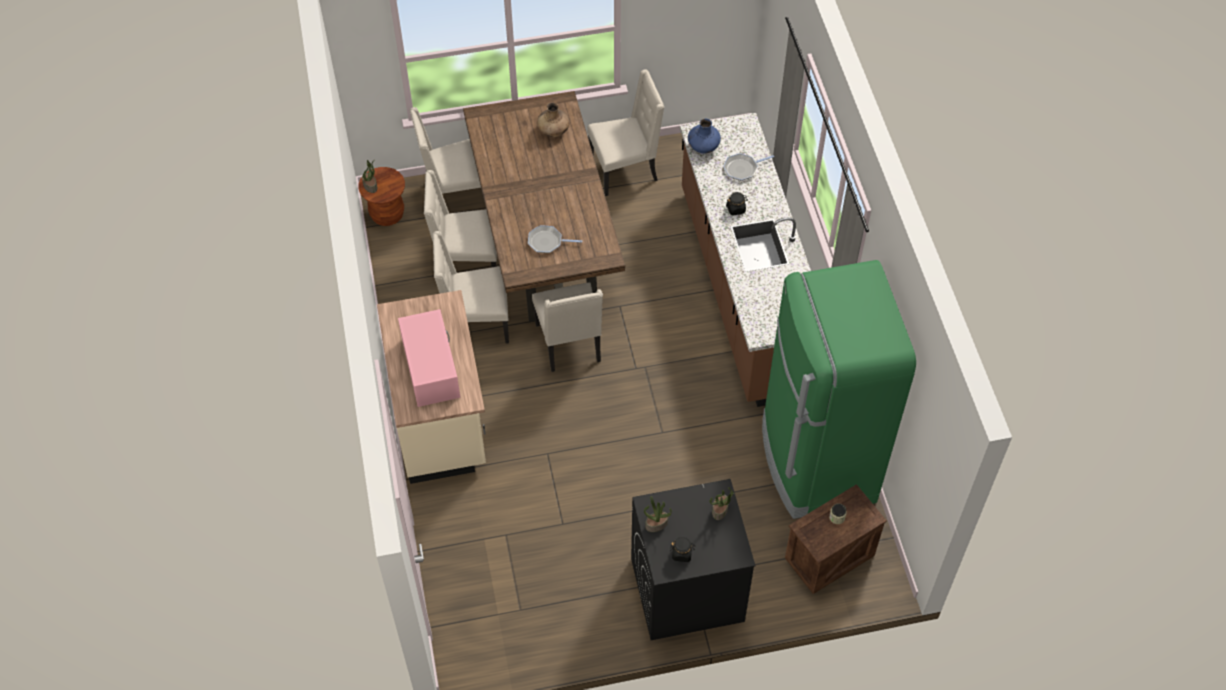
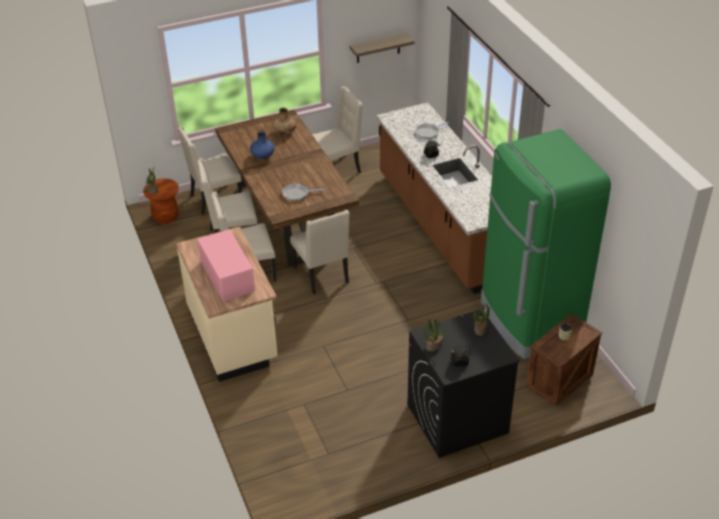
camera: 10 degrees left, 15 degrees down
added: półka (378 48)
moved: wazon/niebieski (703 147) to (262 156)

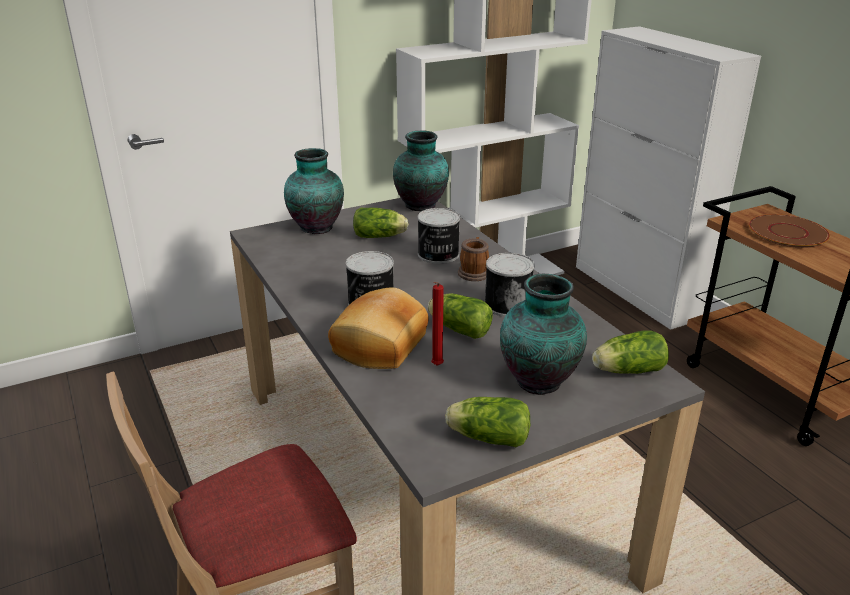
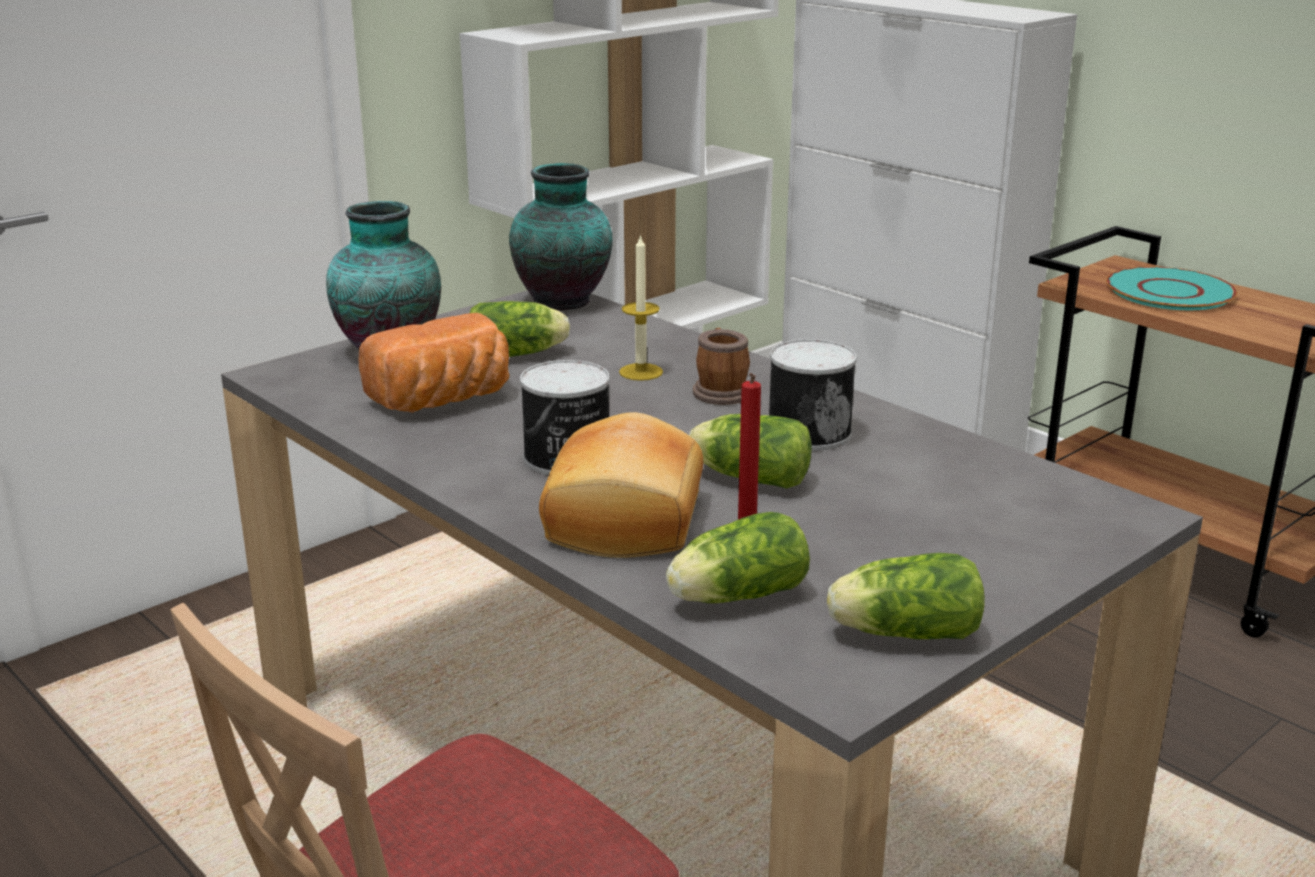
camera: 15 degrees left, 5 degrees down
removed: wazon (540 380)
added: chleb (444 401)
moved: sałata (626 370) to (734 597)
replaced: puszka (438 255) to świeca (641 372)
recoloured: talerz/brązowy (787 232) to talerz/turkusowy (1168 291)

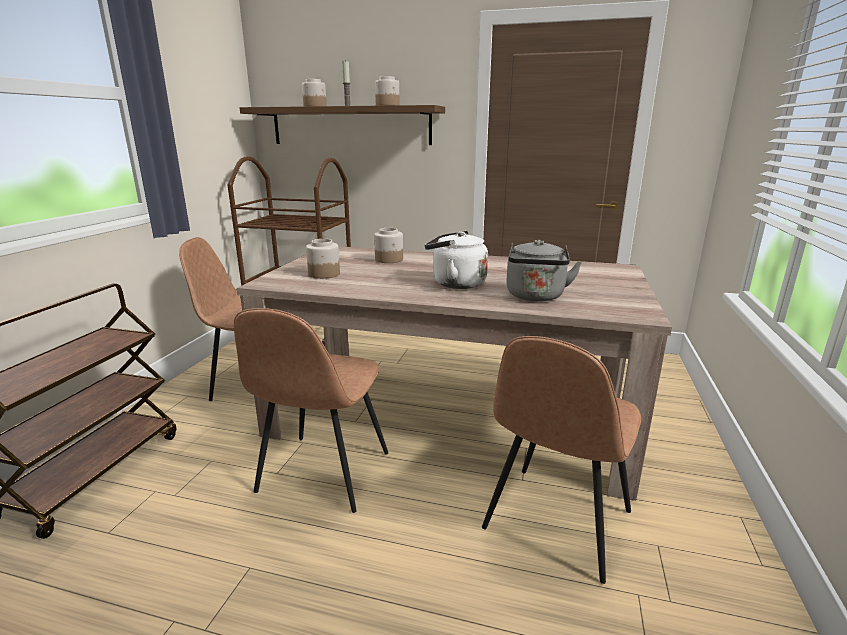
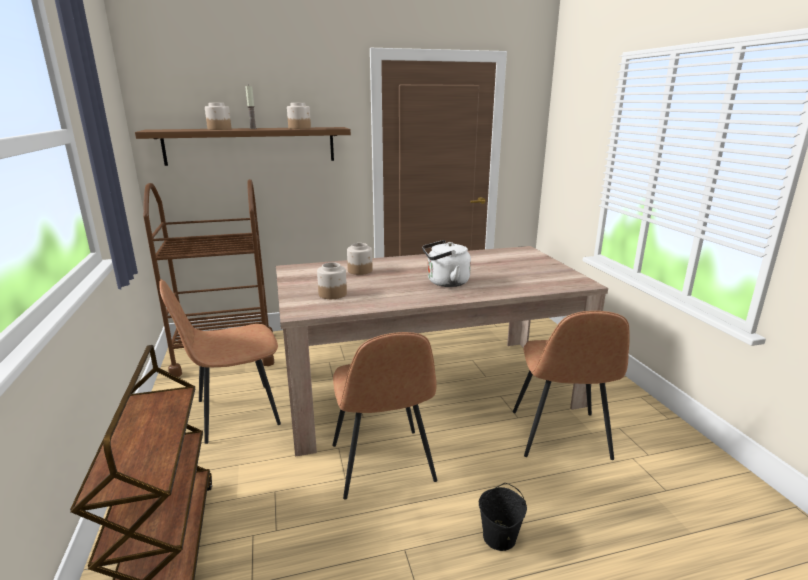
camera: 30 degrees left, 0 degrees up
removed: czajnik/szary (535 297)
added: wiadro/czarny (499 537)

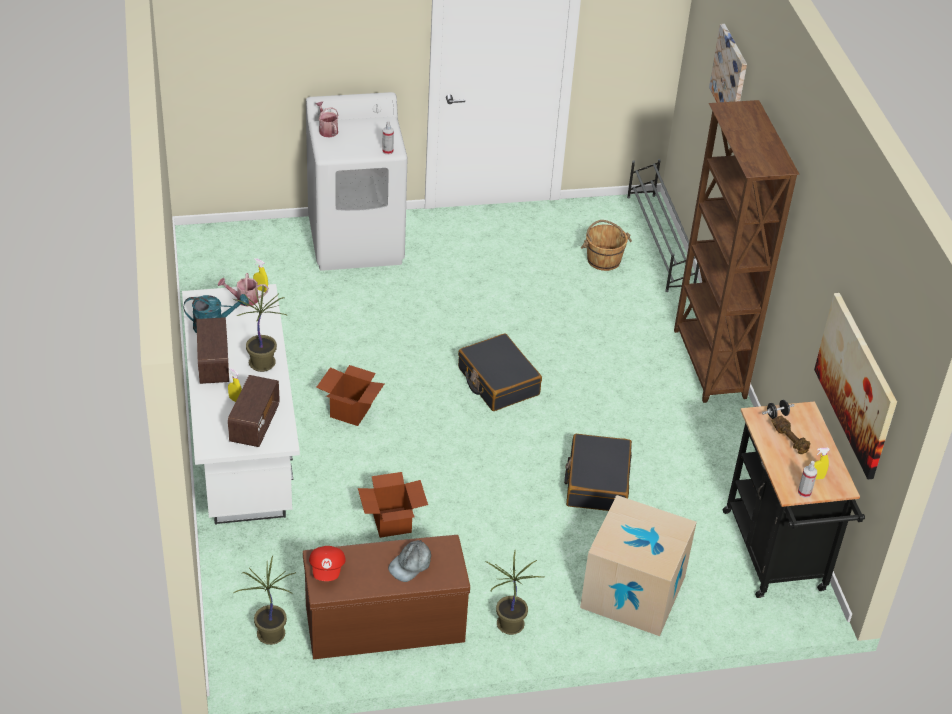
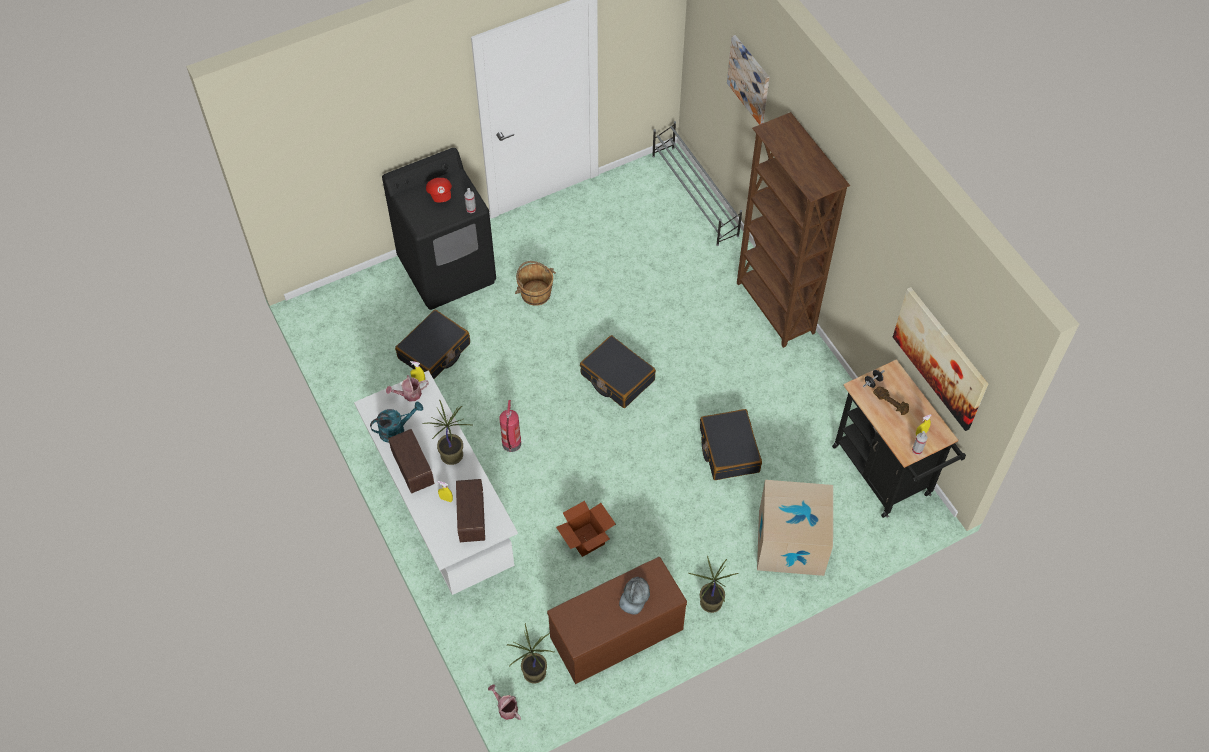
camera: 15 degrees left, 15 degrees up
added: walizka/czarny (434 351)
moved: czapka z daszkiem/czerwony (327 569) to (440 194); konewka (327 130) to (506 708); wiadro/brązowy (603 259) to (535 293)
replaced: karton (350 411) to gaśnica (512 444)
recoloured: pralka/biały (356 241) to pralka/czarny (447 270)

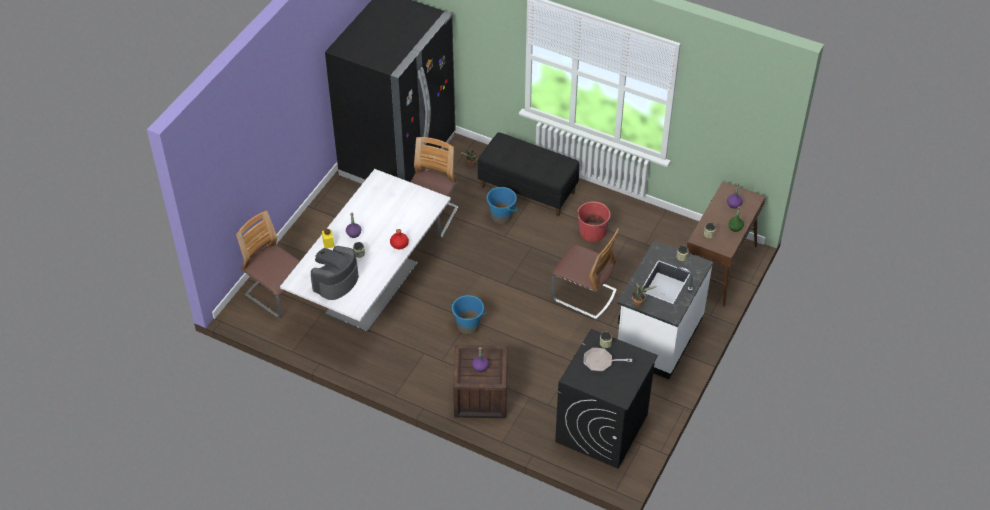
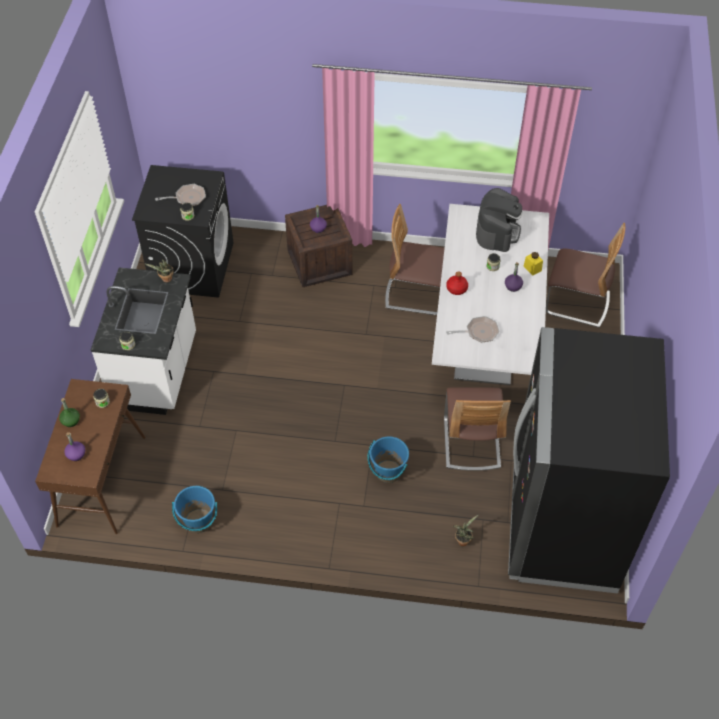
camera: 160 degrees right, 5 degrees up
removed: ławka/czarny (528 189); wiadro/czerwony (593 232)
added: patelnia (479 332)
moved: wiadro/niebieski (468 326) to (198 521); krzesło (584 295) to (416 294)

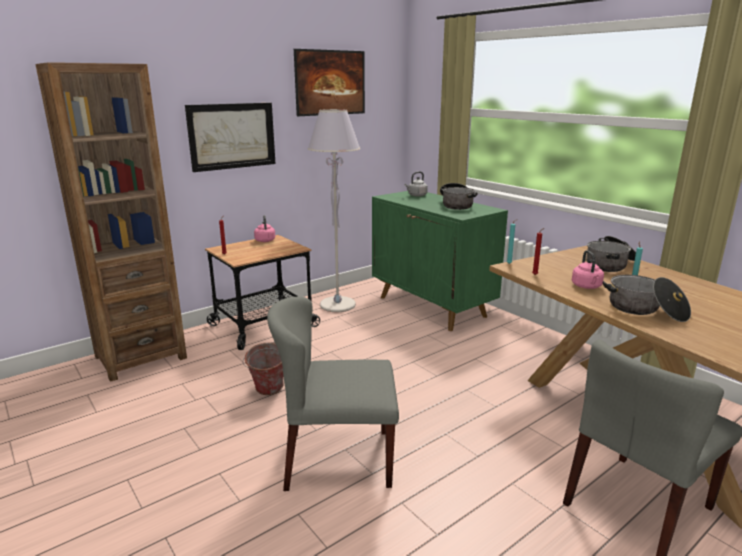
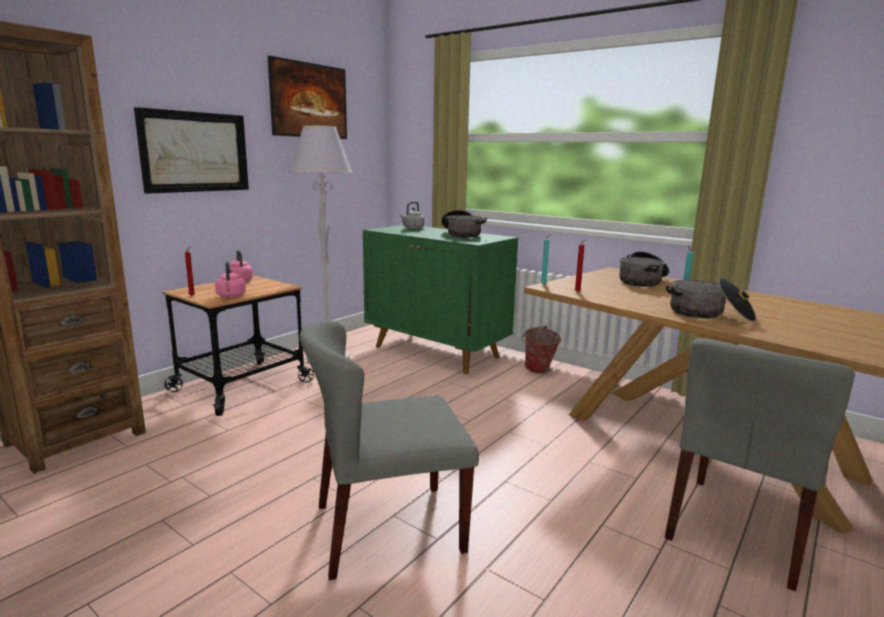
camera: 15 degrees left, 5 degrees down
moved: czajnik/różowy (587 287) to (231 296); wiadro (267 392) to (538 371)

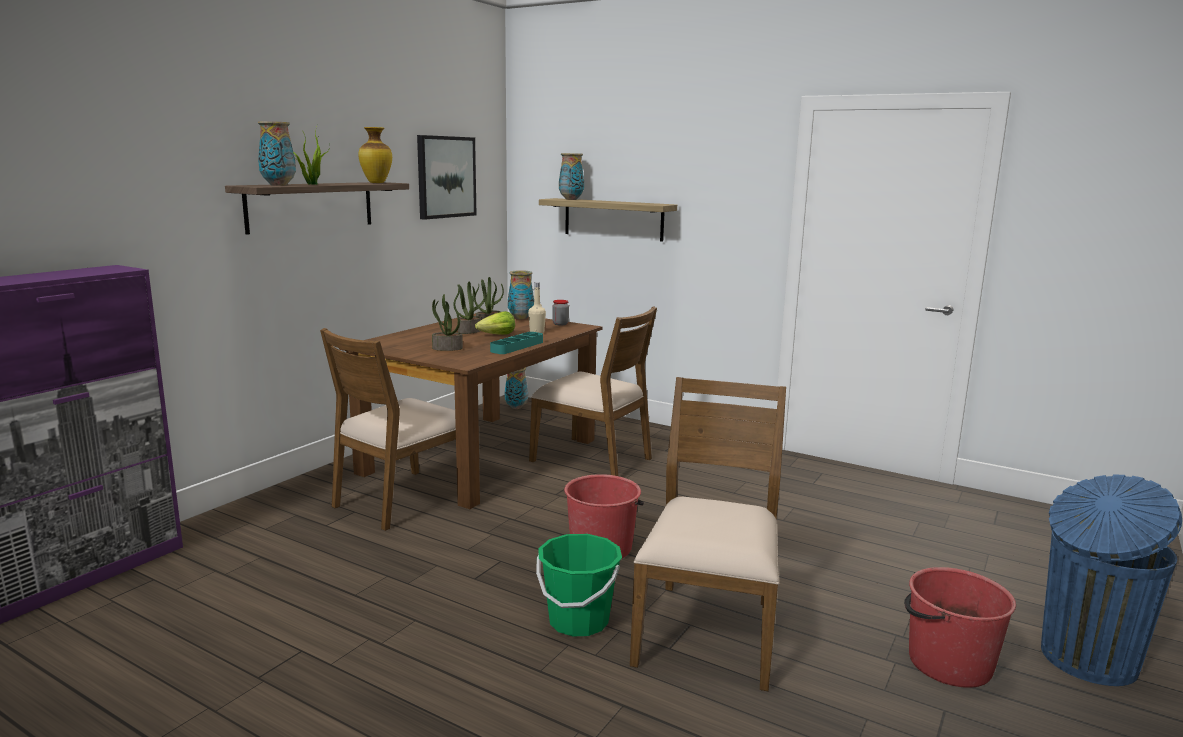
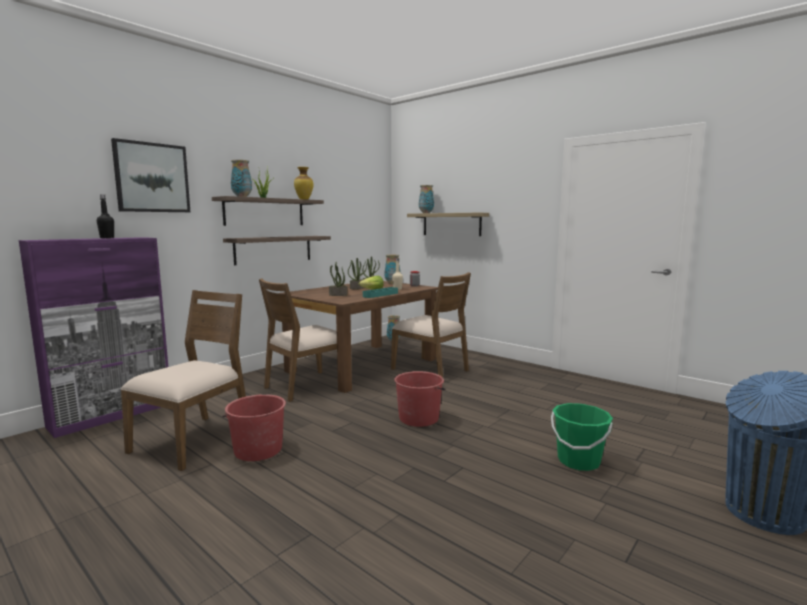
camera: 10 degrees right, 5 degrees down
added: butelka/czarny (107 238); półka (273 249)
moved: obraz (445 177) to (152 178); krzesło/brązowy (708 631) to (194 440); wiadro/czerwony (948 663) to (258 450); wiadro/zielony (578 621) to (578 461)

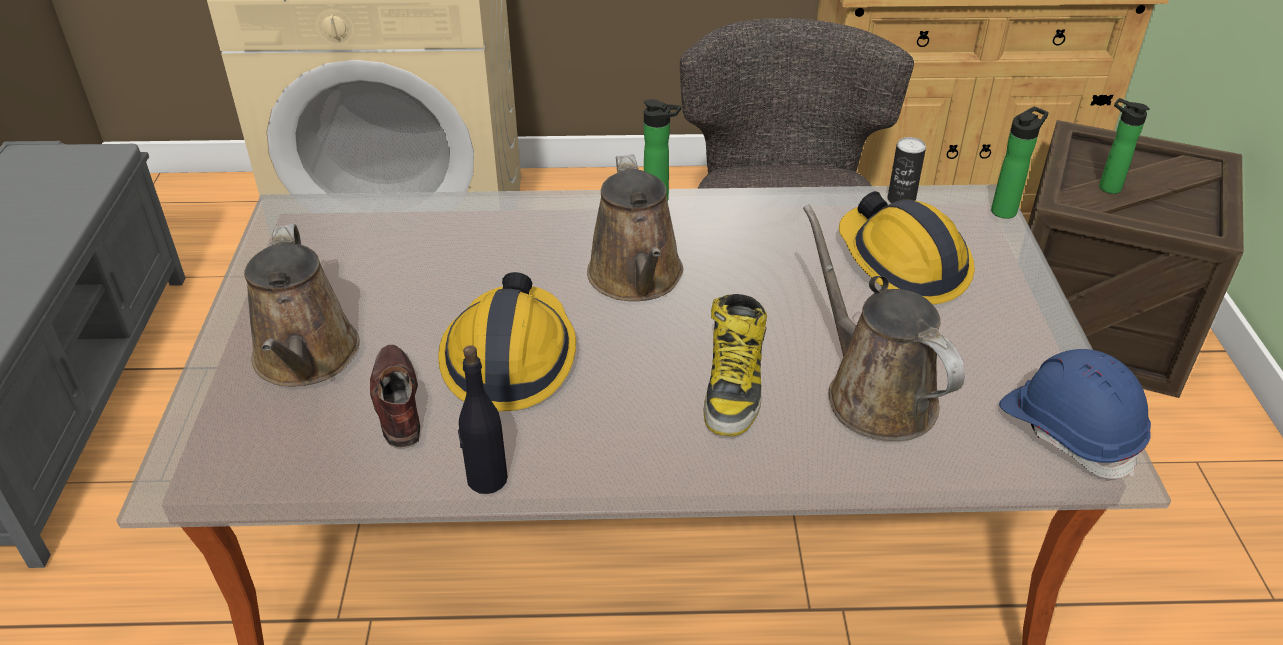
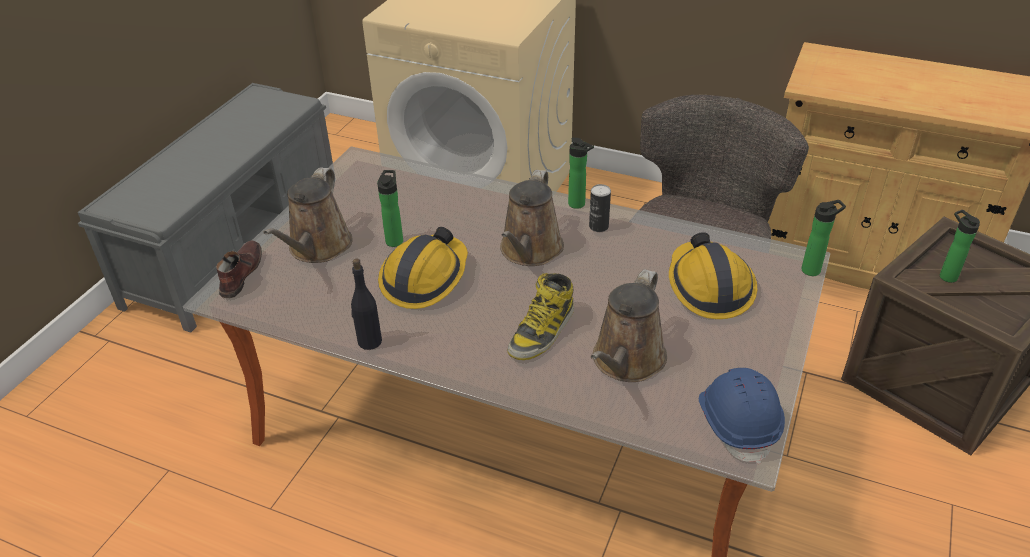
camera: 25 degrees right, 0 degrees up
added: butelka (395 240)
moved: but/brązowy (396 403) to (240 274); puszka (901 199) to (598 226)
turned: konewka/brązowy (874 393) = (626 361) 150 degrees counterclockwise

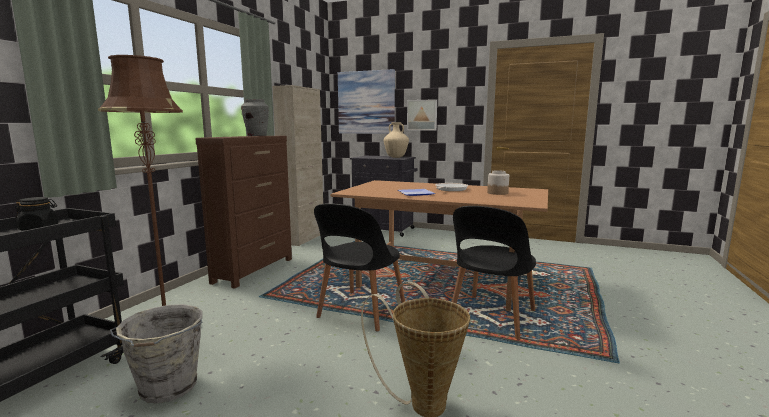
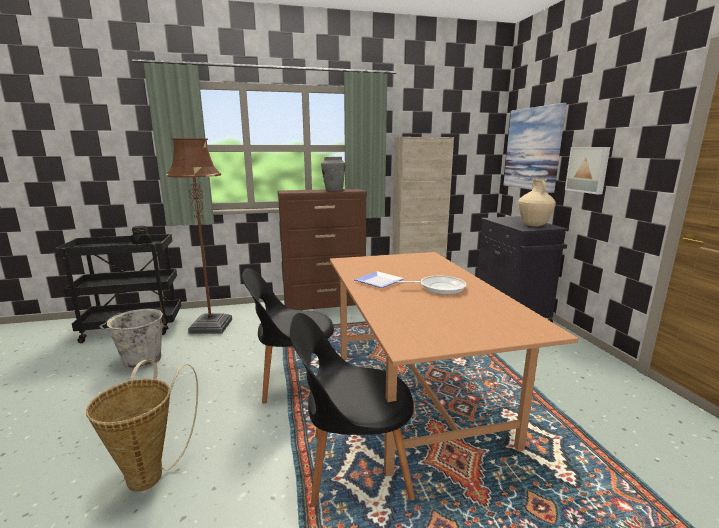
camera: 55 degrees right, 5 degrees up
removed: słoik (497 193)

